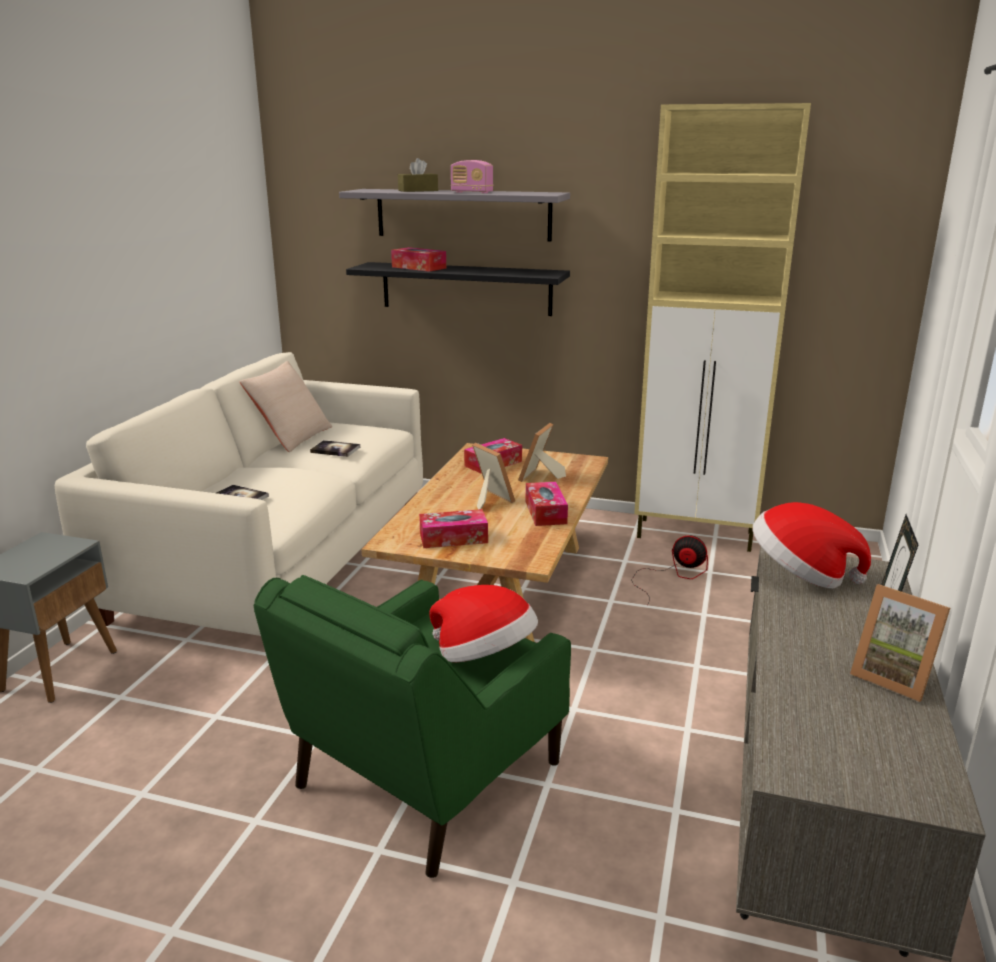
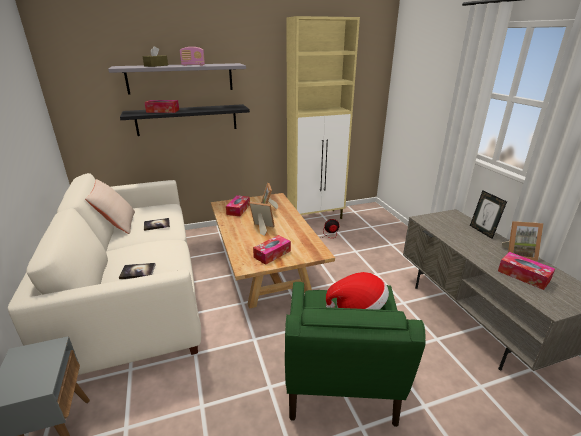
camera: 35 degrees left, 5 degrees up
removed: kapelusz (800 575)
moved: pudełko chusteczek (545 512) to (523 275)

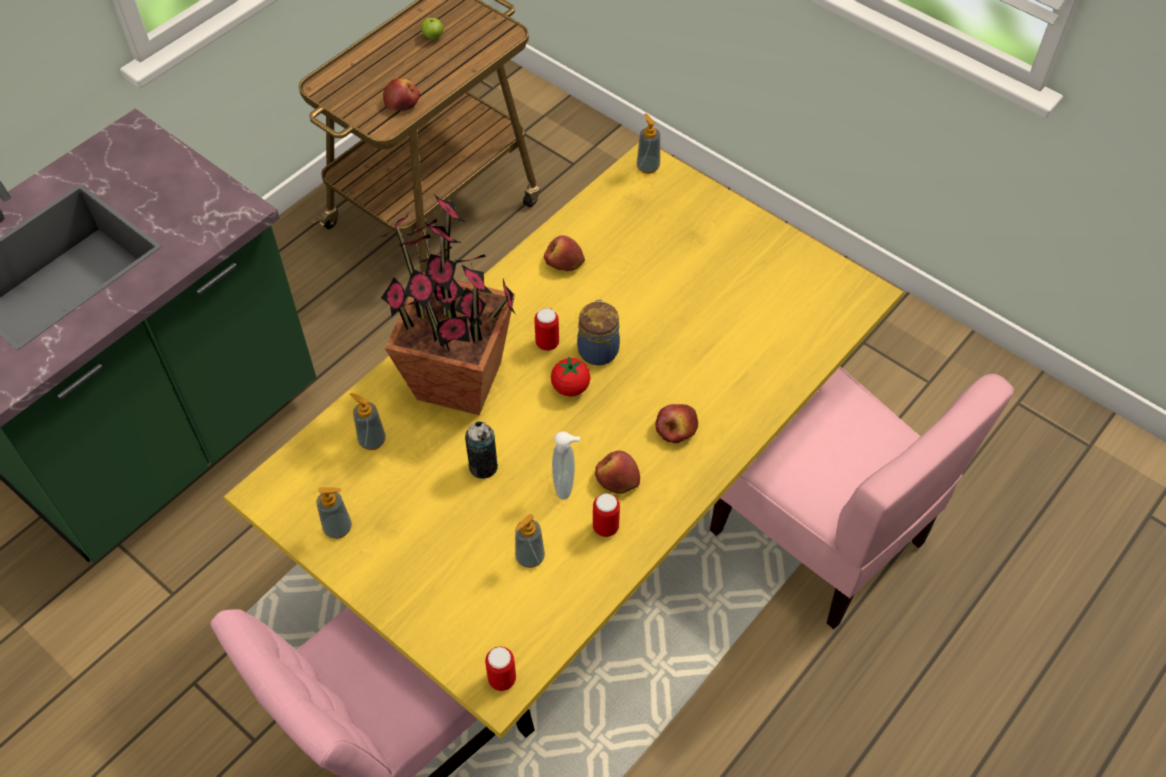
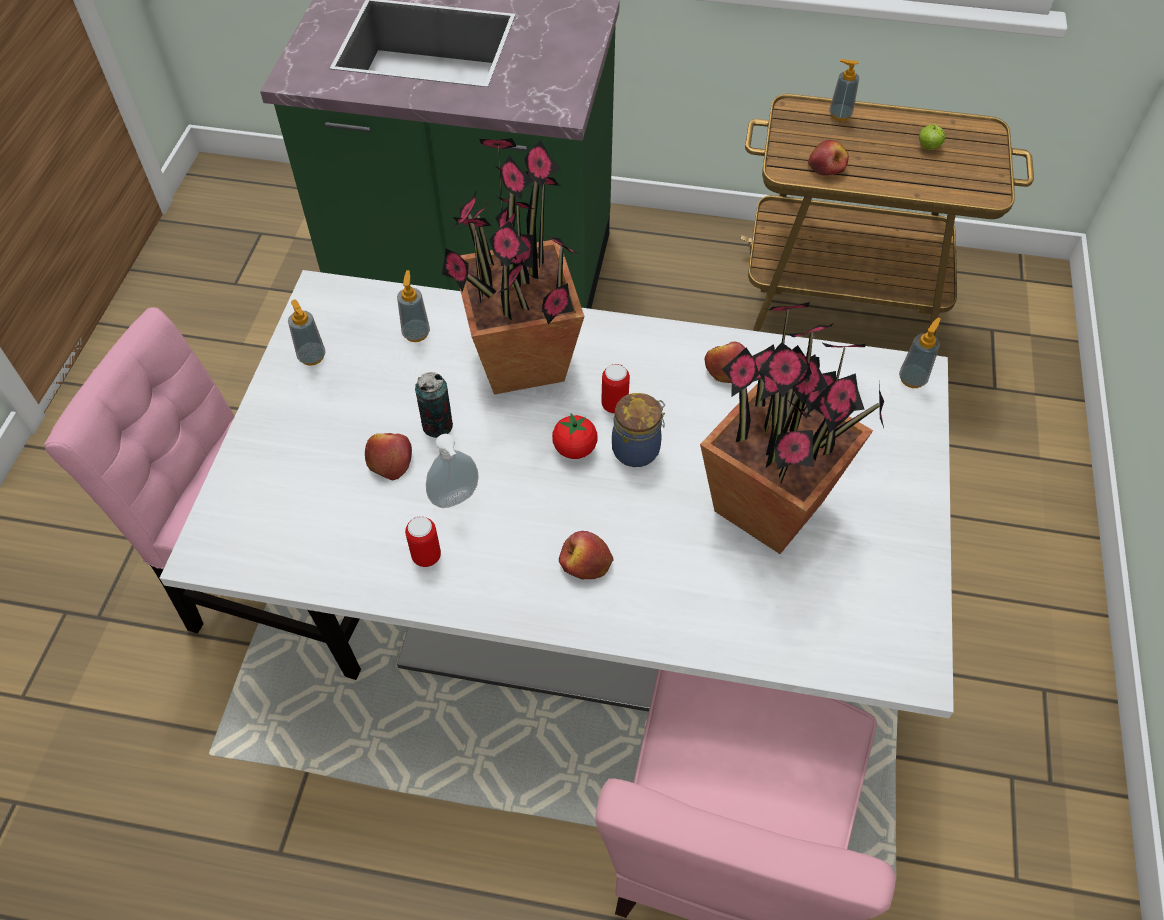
camera: 60 degrees right, 0 degrees up
removed: puszka (502 679)
added: roślina doniczkowa (770 507)
moved: jabłko (617 478) to (389 460); dozownik mydła (530 557) to (840 115)
recoloured: stół jadalny/żółty (583 530) to stół jadalny/biały (581 614)

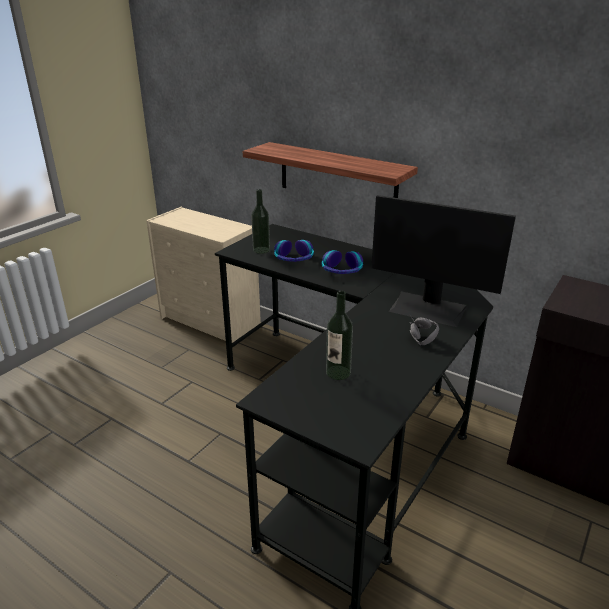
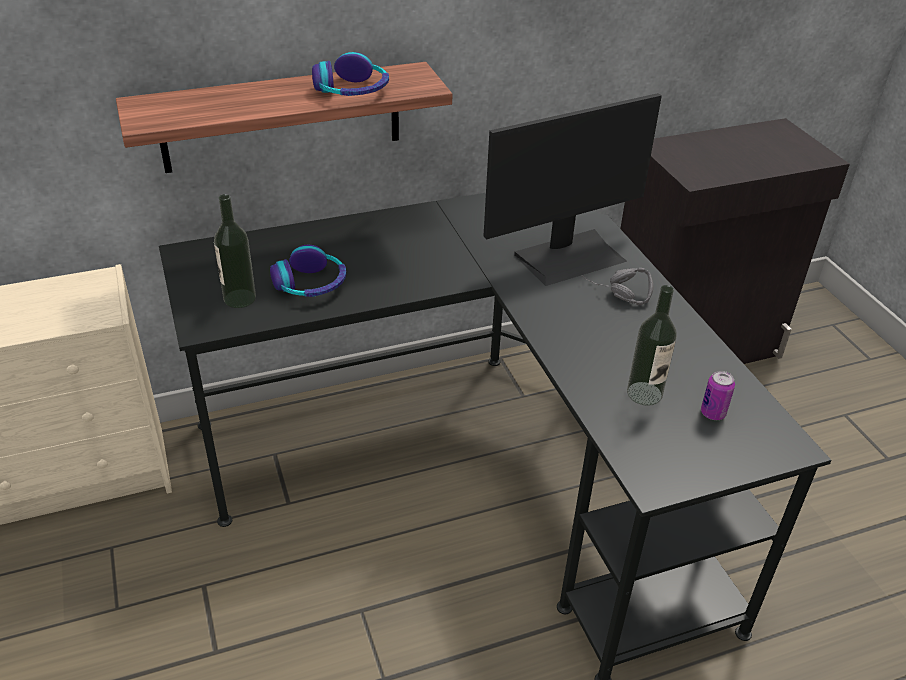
camera: 55 degrees left, 10 degrees up
added: puszka (713 413)
moved: słuchawki (341 270) to (352 90)

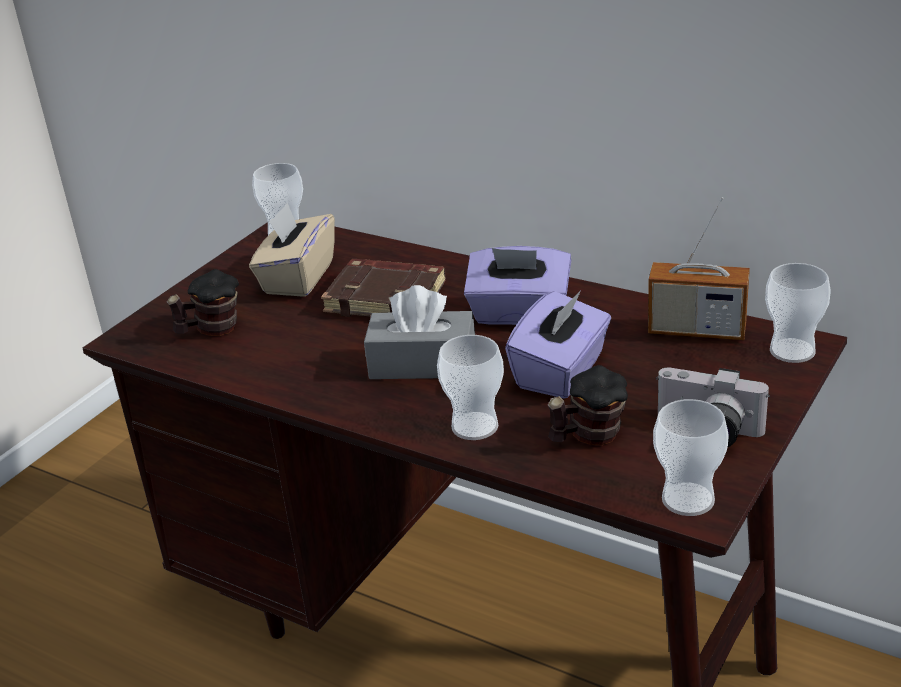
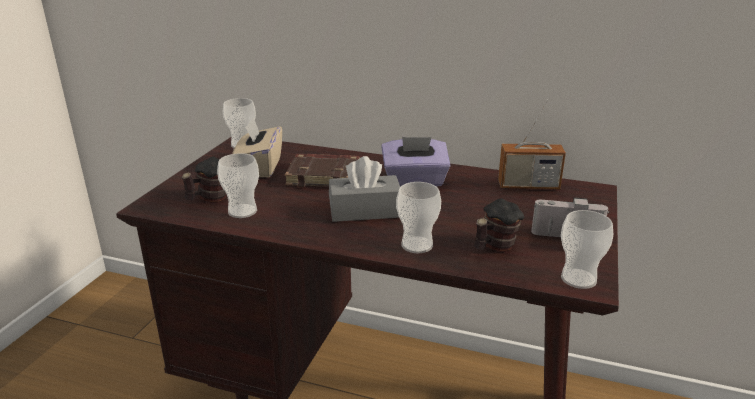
camera: 15 degrees left, 5 degrees down
removed: pudełko chusteczek/fioletowy (561 372)
moved: filiżanka (792 351) to (242 211)

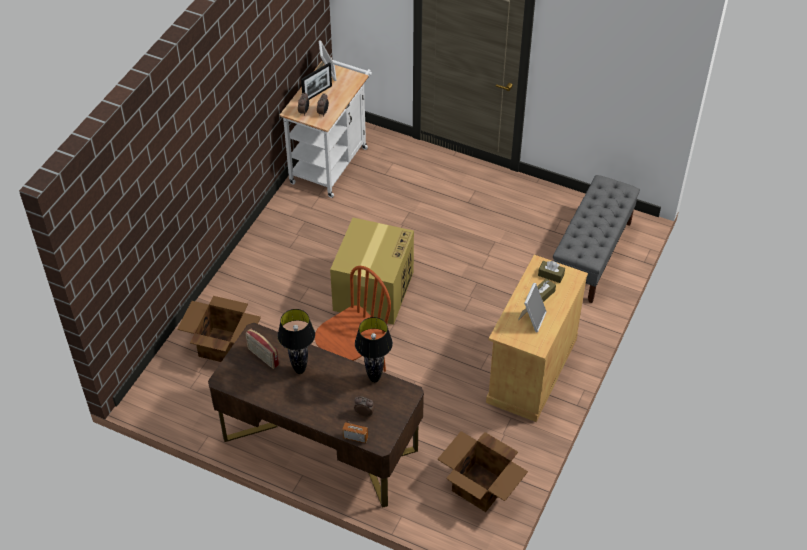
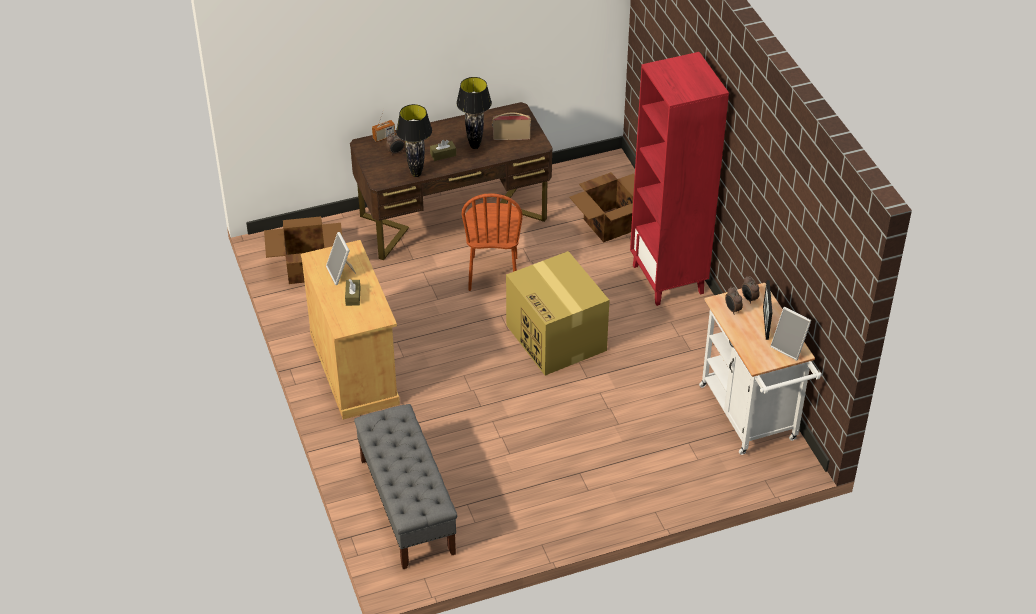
camera: 135 degrees right, 5 degrees down
added: regał/czerwony (668 279)
moved: pudełko chusteczek/brązowy (551 275) to (443 154)

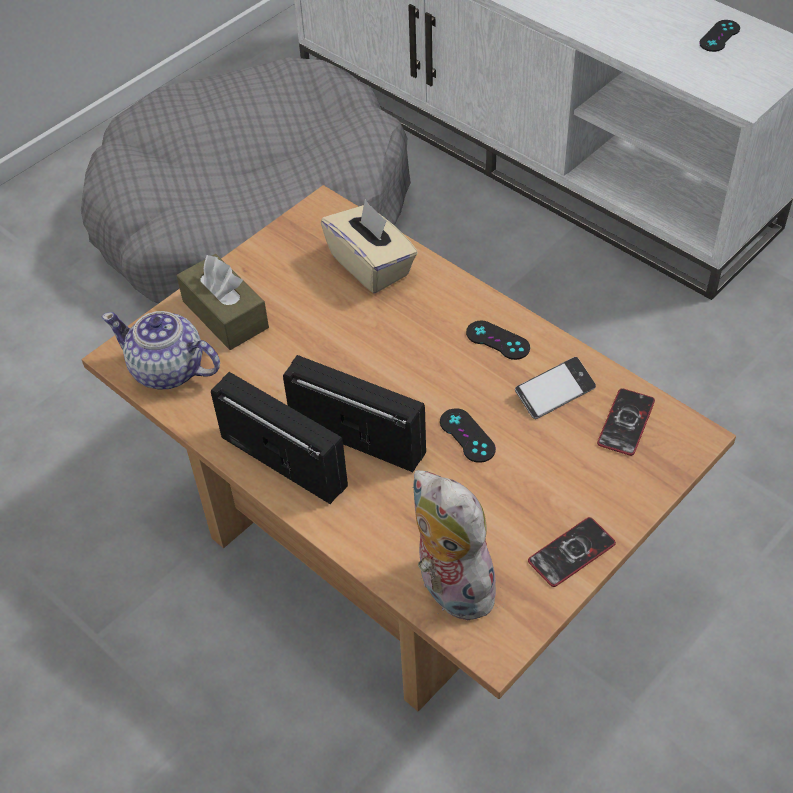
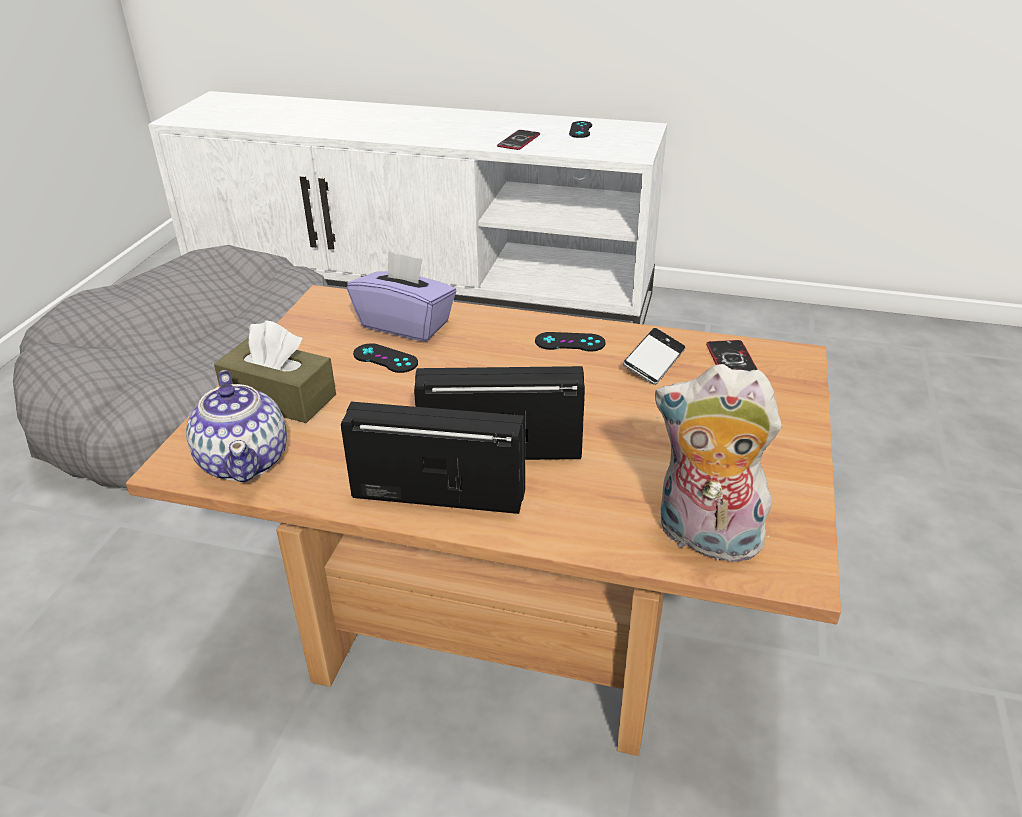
camera: 30 degrees left, 15 degrees down
moved: pad do gier/czarny (467 435) to (385 358); telefon (571 553) to (519 141)
recoloured: pudełko chusteczek/beżowy (371 265) to pudełko chusteczek/fioletowy (406 324)
turned: imbryk (168 371) = (245 460) 105 degrees counterclockwise

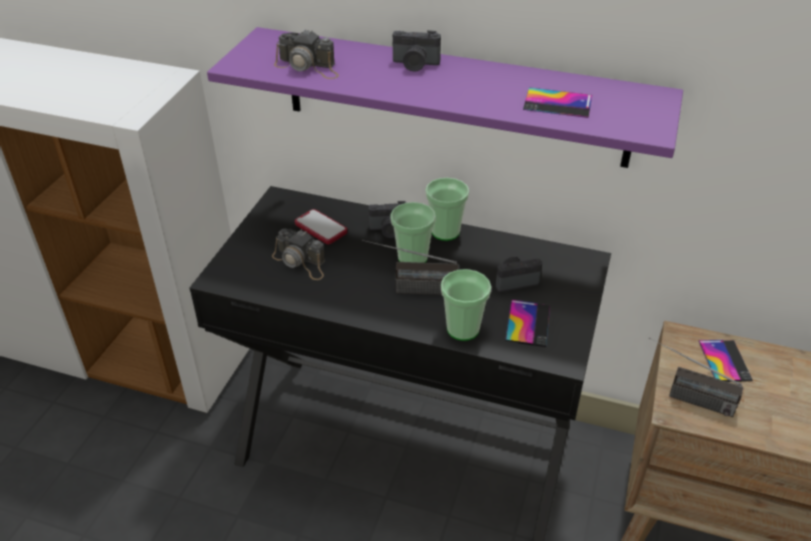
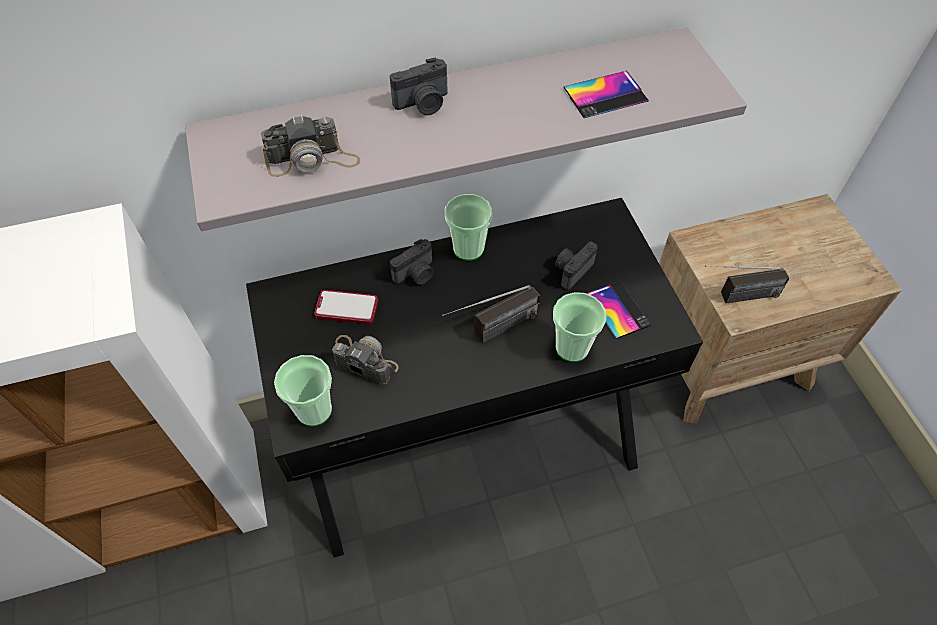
camera: 35 degrees left, 15 degrees up
removed: telefon (724 361)
moved: filiżanka (412 258) to (314 410)
recoloured: półka/fioletowy (454 97) to półka/szary (451 115)
turned: aparat fotograficzny (301 262) = (363 359) 150 degrees counterclockwise

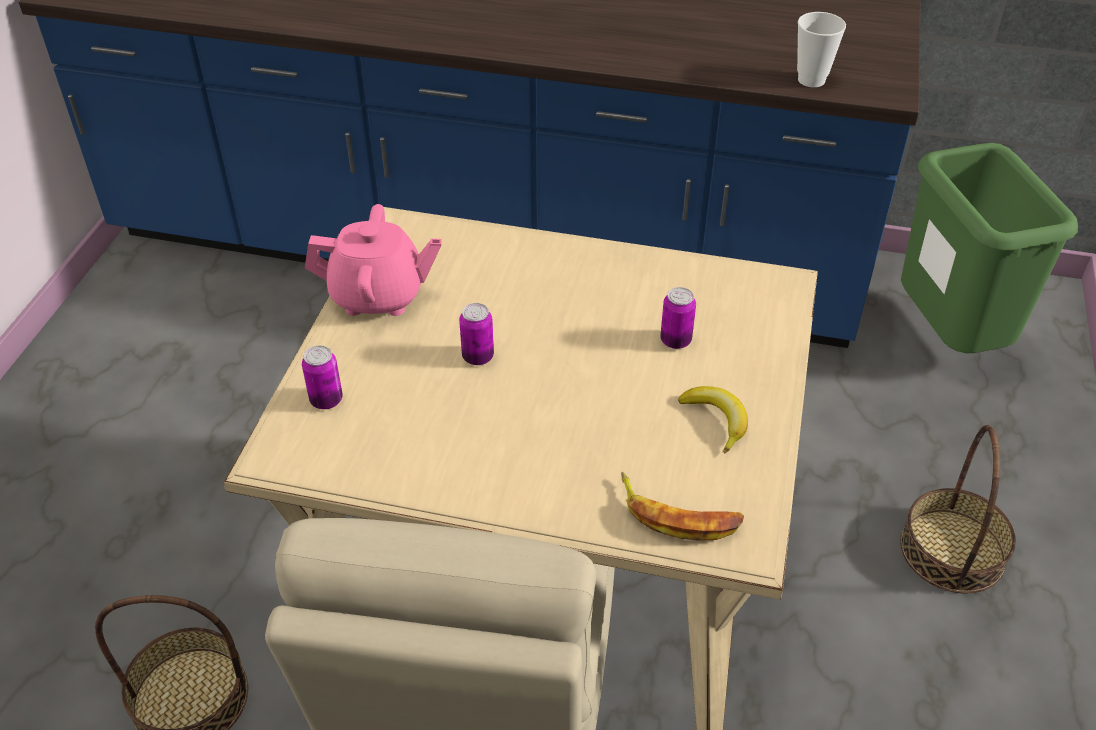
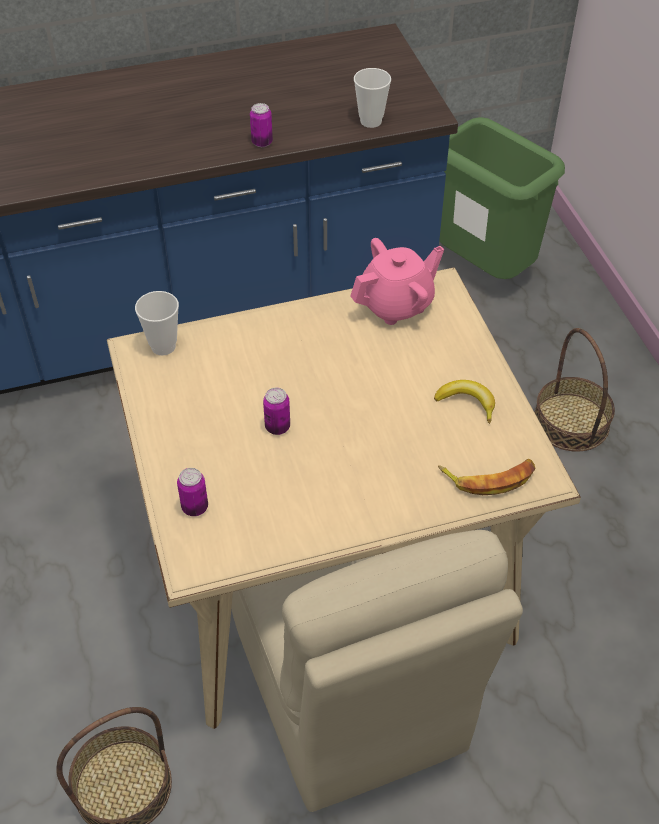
camera: 30 degrees left, 5 degrees up
added: filiżanka (163 346)
moved: puszka (675 340) to (262 142); imbryk/różowy (378 296) to (396 304)

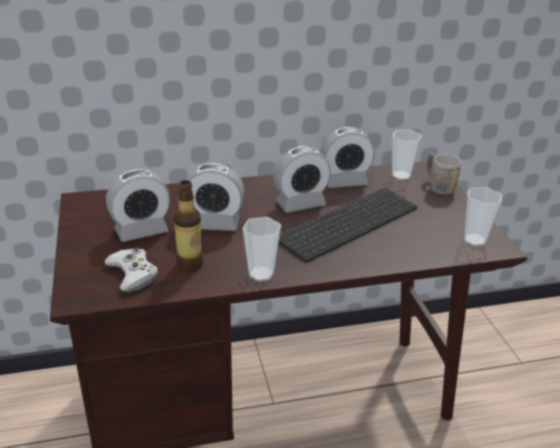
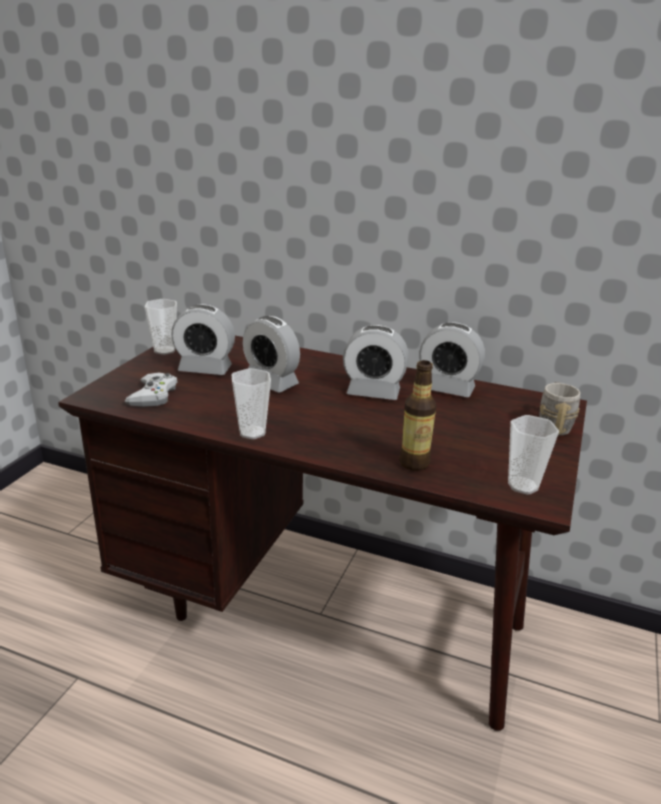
camera: 35 degrees right, 5 degrees down
removed: klawiatura (347 221)
moved: filiżanka (401 175) to (165 350); butelka (190 264) to (414 463)

